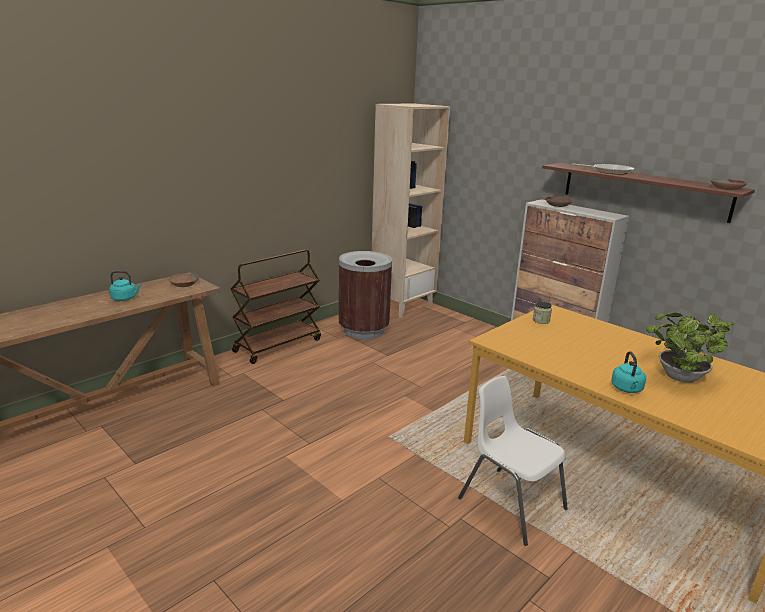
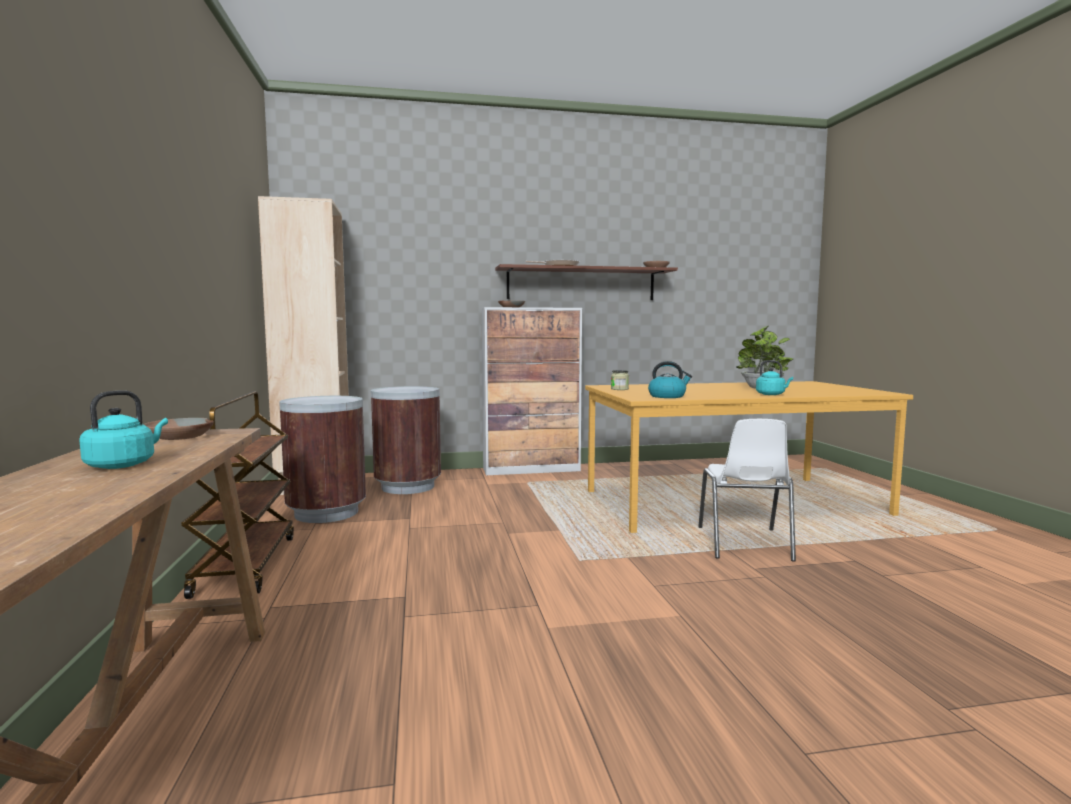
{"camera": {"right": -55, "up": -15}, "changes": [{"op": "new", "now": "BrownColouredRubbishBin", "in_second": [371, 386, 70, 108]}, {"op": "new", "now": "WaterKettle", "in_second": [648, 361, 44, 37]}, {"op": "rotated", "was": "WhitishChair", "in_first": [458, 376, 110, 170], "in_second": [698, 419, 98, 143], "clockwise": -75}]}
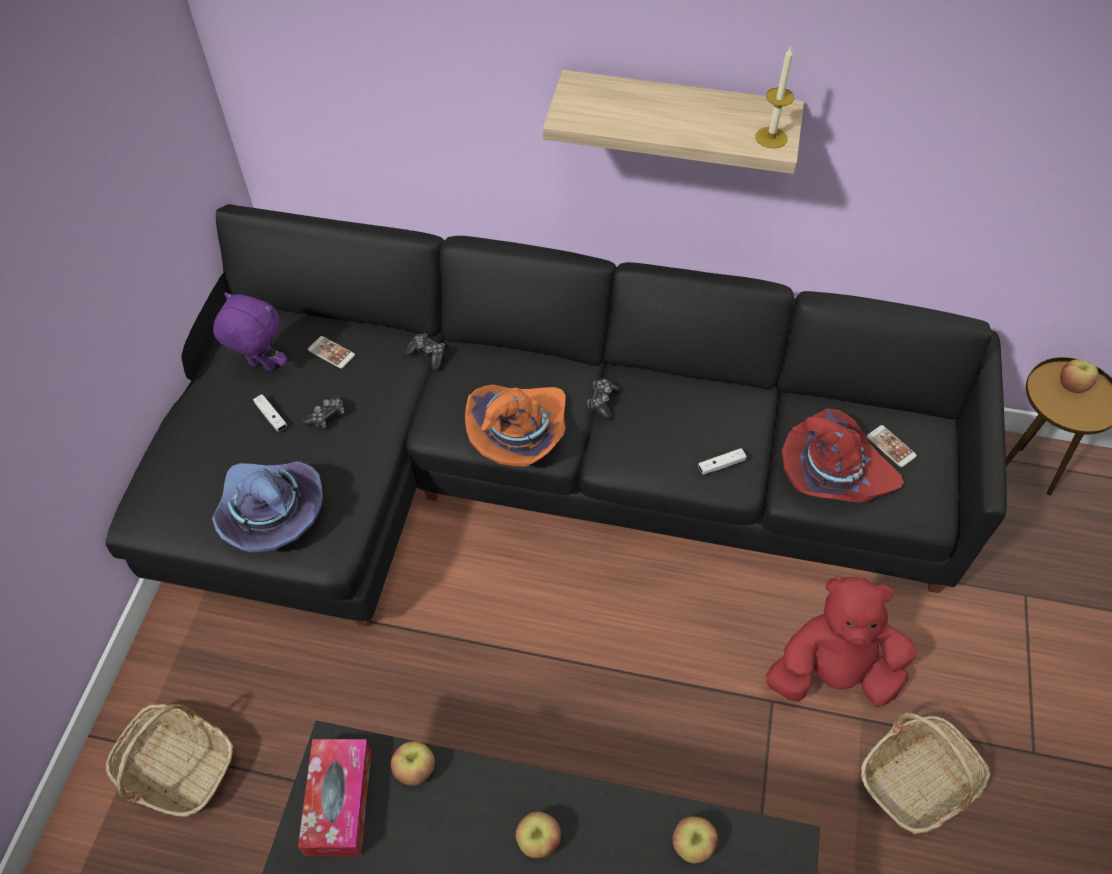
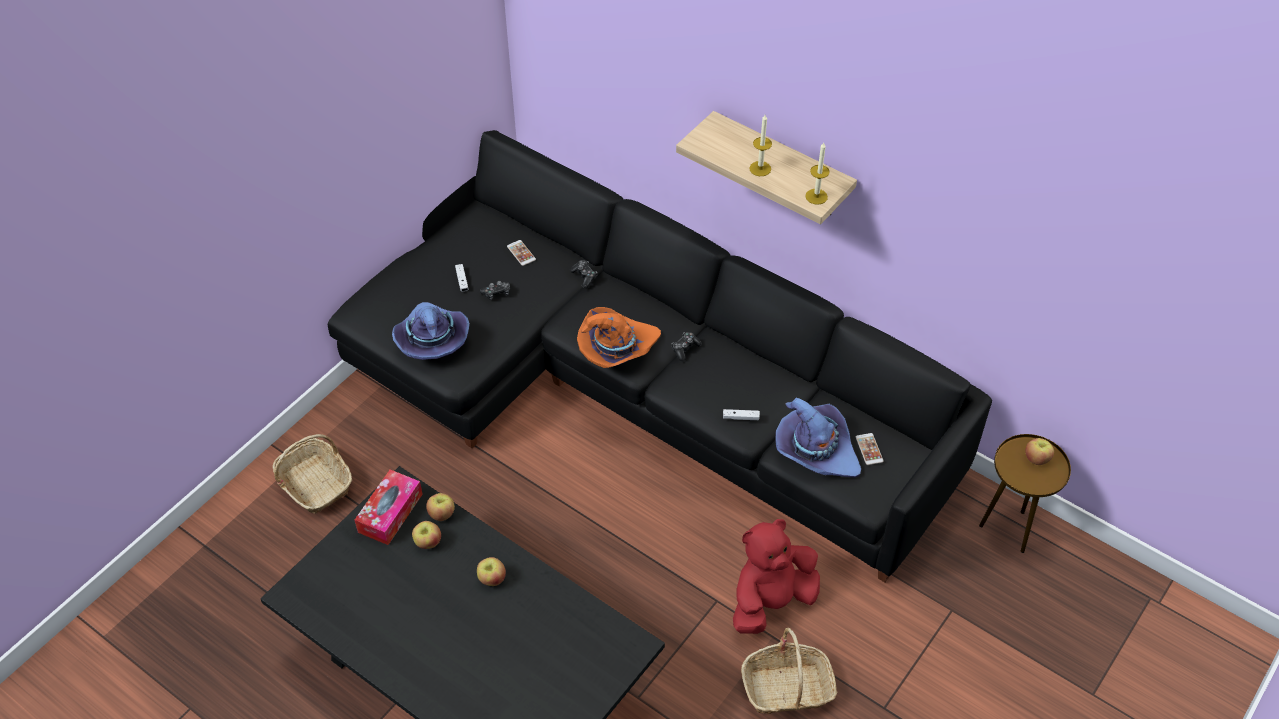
{"camera": {"right": 25, "up": -5}, "changes": [{"op": "shifted", "was": "AppleFruit", "in_first": [672, 816, 46, 48], "in_second": [412, 521, 29, 28]}, {"op": "rotated", "was": "RedColouredSoftToy", "in_first": [766, 577, 150, 130], "in_second": [733, 519, 87, 115], "clockwise": -60}, {"op": "new", "now": "Candle", "in_second": [749, 115, 23, 61]}, {"op": "repainted", "was": "RedColouredClothingHat", "now": "PurplishClothingHat", "in_first": [781, 408, 123, 95], "in_second": [775, 398, 86, 80]}, {"op": "gone", "was": "PurplishSoftToy", "in_first": [213, 292, 74, 80]}]}
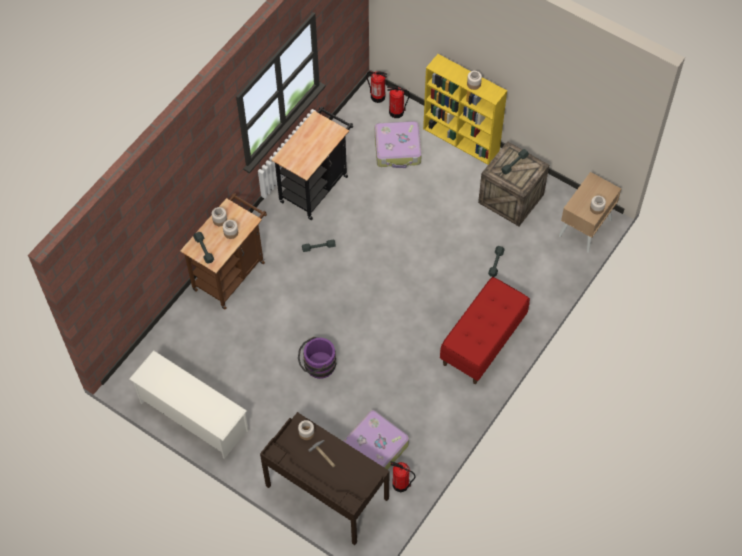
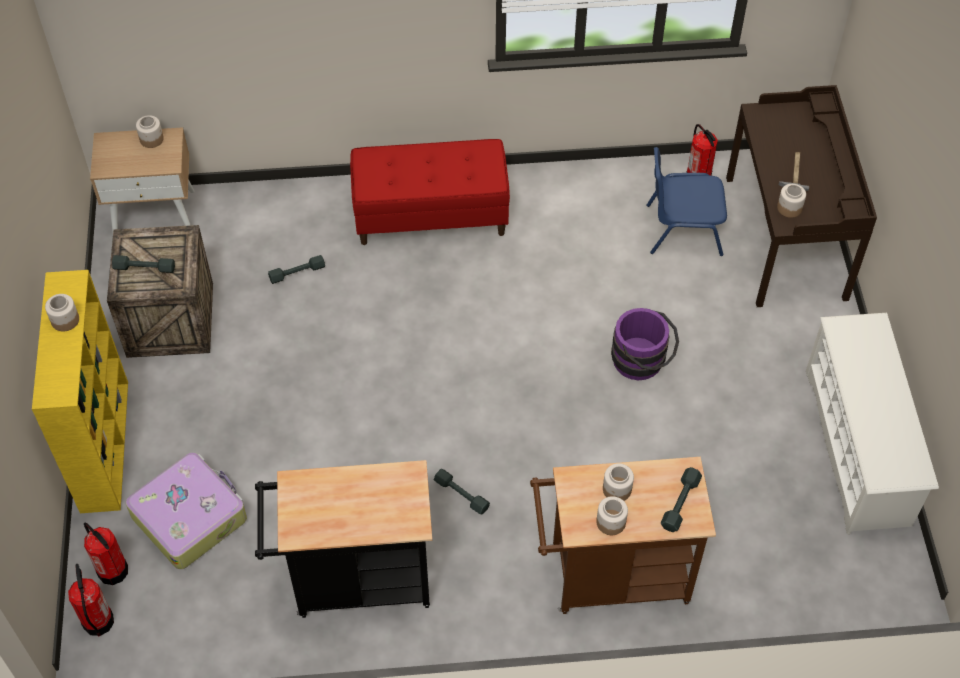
{"camera": {"right": -130, "up": -5}, "changes": [{"op": "swapped", "was": "PieceOfLuggage", "now": "BluishChair", "in_first": [343, 410, 66, 60], "in_second": [647, 147, 80, 109]}]}
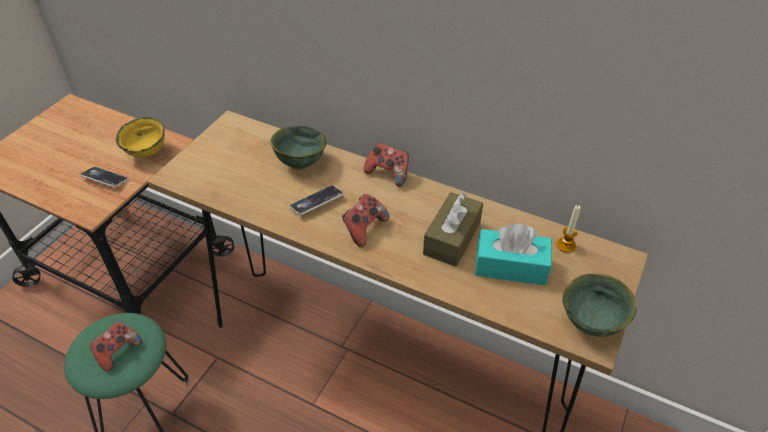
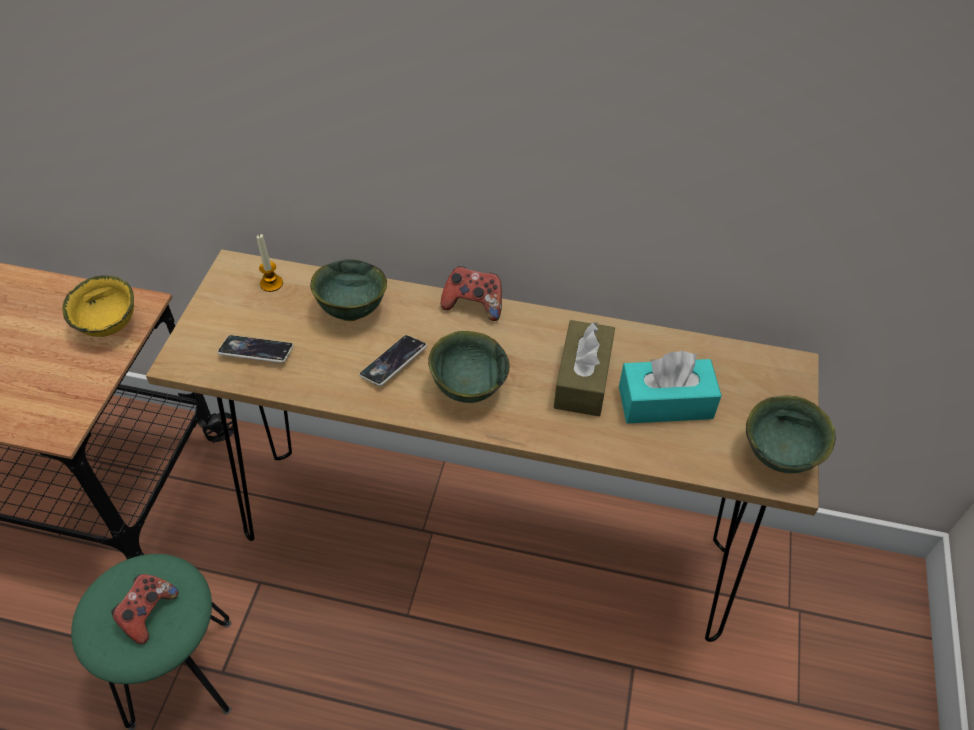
{"camera": {"right": -15, "up": 5}, "changes": [{"op": "shifted", "was": "Handset", "in_first": [80, 167, 49, 20], "in_second": [217, 335, 77, 28]}, {"op": "shifted", "was": "Candle", "in_first": [556, 205, 25, 48], "in_second": [257, 234, 26, 58]}, {"op": "swapped", "was": "Joypad", "now": "GreenishBowl", "in_first": [342, 194, 47, 53], "in_second": [428, 331, 82, 72]}]}
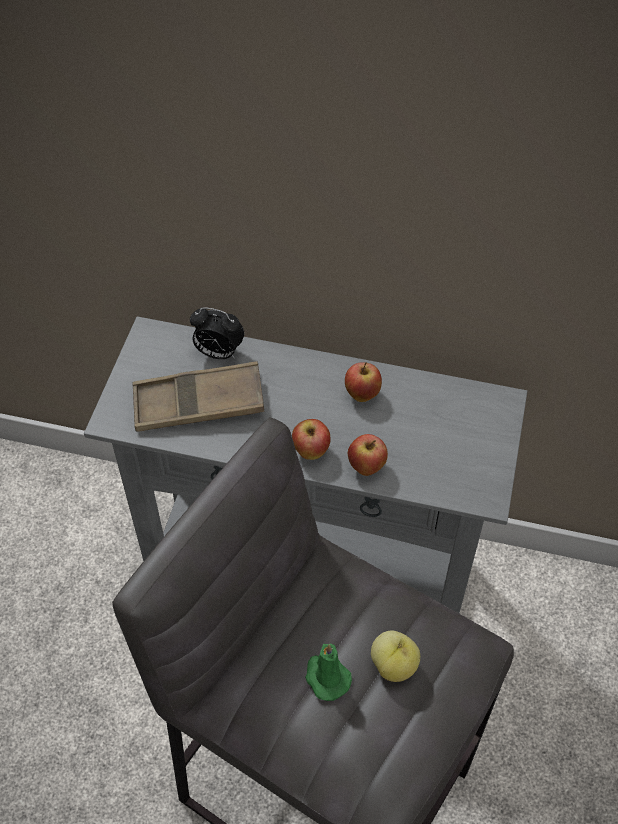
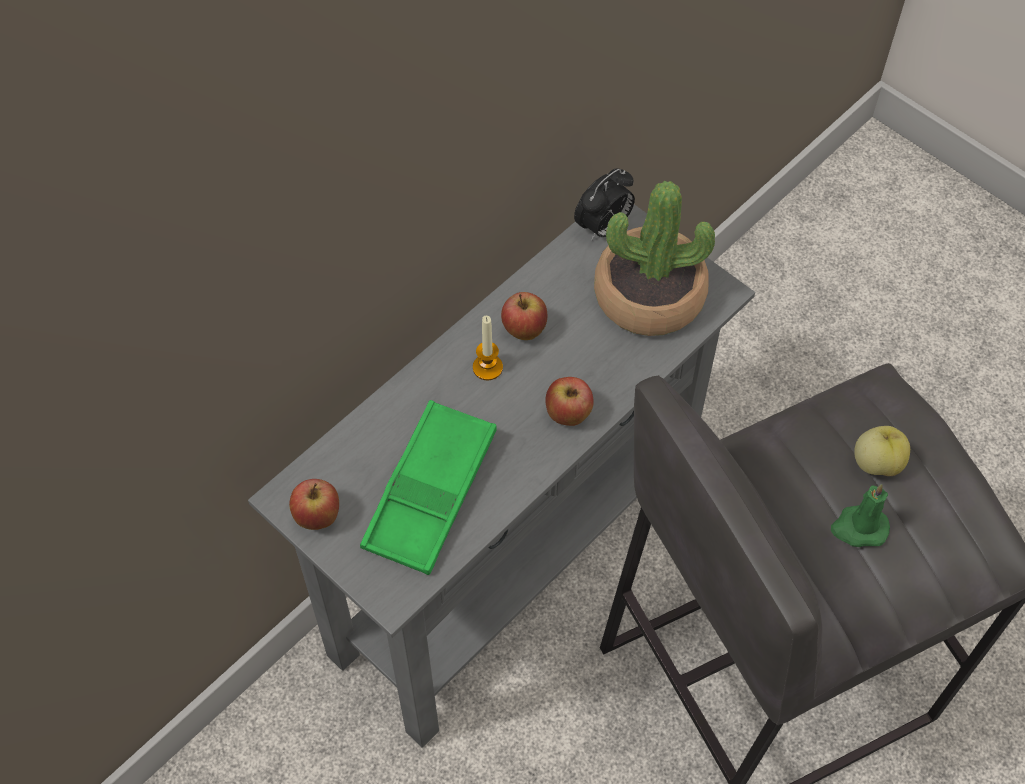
{"camera": {"right": -60, "up": 5}, "changes": [{"op": "shifted", "was": "AppleFruit", "in_first": [348, 434, 40, 42], "in_second": [289, 479, 50, 51]}, {"op": "repainted", "was": "BrownColouredTray", "now": "GreenishTray", "in_first": [132, 361, 132, 71], "in_second": [360, 400, 137, 175]}, {"op": "new", "now": "Candle", "in_second": [473, 316, 30, 65]}, {"op": "shifted", "was": "TableClock", "in_first": [190, 307, 54, 52], "in_second": [574, 168, 61, 73]}, {"op": "new", "now": "Houseplant", "in_second": [594, 181, 121, 155]}]}
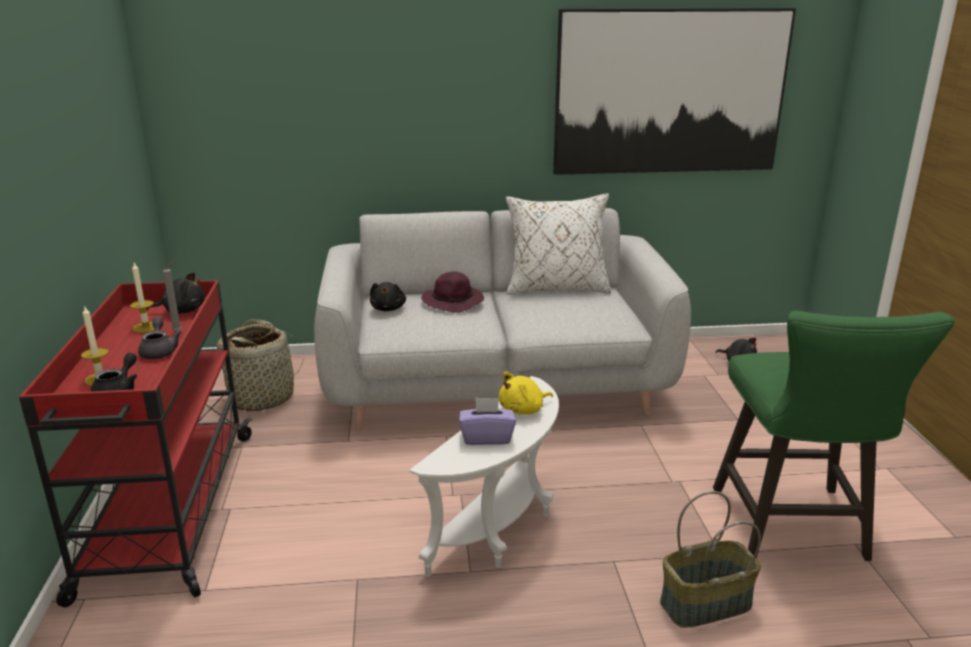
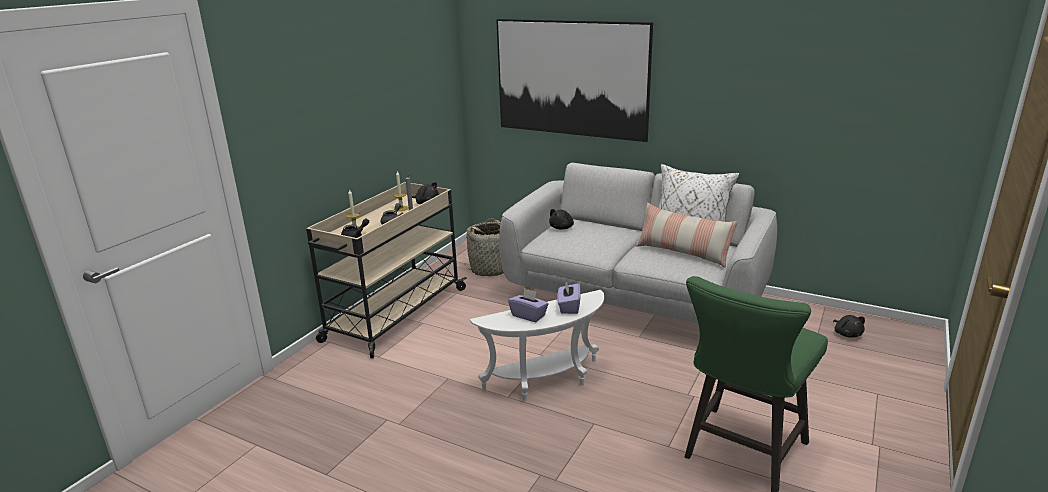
{"camera": {"right": 35, "up": 0}, "changes": [{"op": "repainted", "was": "RedColouredWheeledCart", "now": "BeigeWheeledCart", "in_first": [19, 280, 234, 327], "in_second": [306, 182, 161, 177]}, {"op": "shifted", "was": "Picture", "in_first": [553, 8, 243, 167], "in_second": [496, 19, 157, 123]}, {"op": "swapped", "was": "YellowColouredSoftToy", "now": "PurplishTissueBox", "in_first": [498, 372, 55, 43], "in_second": [557, 281, 24, 33]}, {"op": "new", "now": "ThrowPillow", "in_second": [636, 203, 102, 65]}, {"op": "gone", "was": "PurplishClothingHat", "in_first": [421, 271, 63, 42]}, {"op": "gone", "was": "Basket", "in_first": [660, 491, 101, 137]}]}
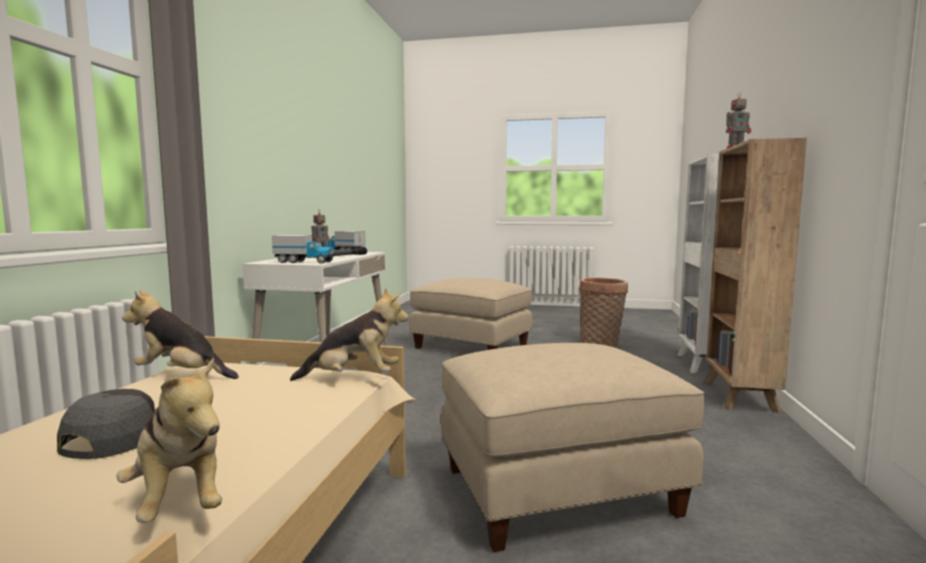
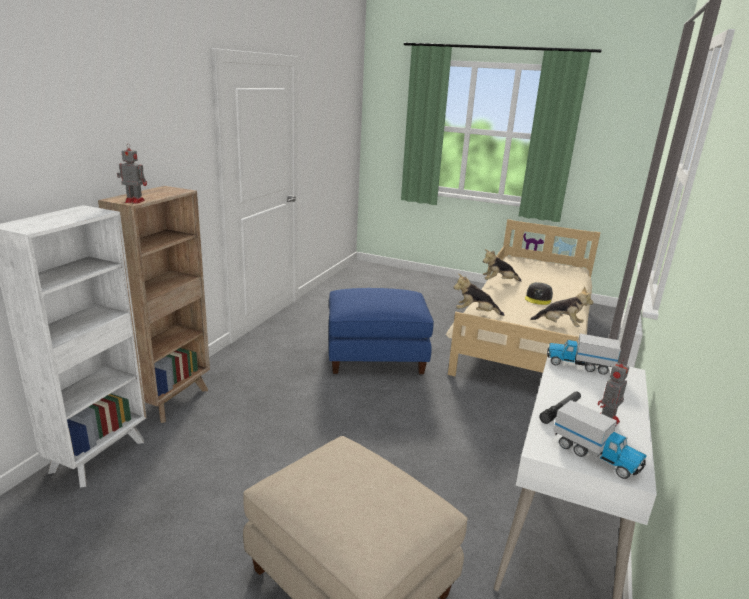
{"camera": {"right": -170, "up": 15}, "changes": [{"op": "repainted", "was": "BeigeOttoman", "now": "BluishOttoman", "in_first": [441, 343, 263, 209], "in_second": [329, 288, 105, 86]}, {"op": "rotated", "was": "SoftToy", "in_first": [116, 357, 106, 166], "in_second": [483, 249, 38, 33], "clockwise": -75}, {"op": "gone", "was": "Basket", "in_first": [579, 278, 49, 69]}]}
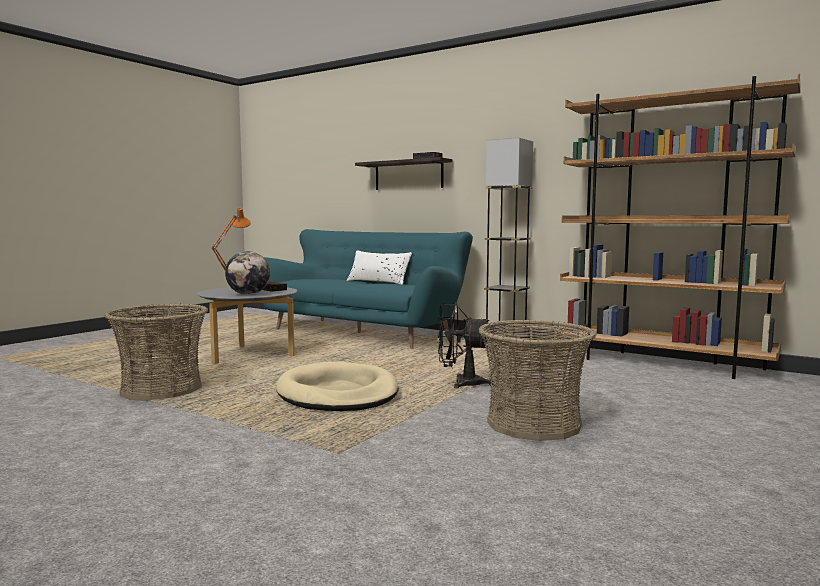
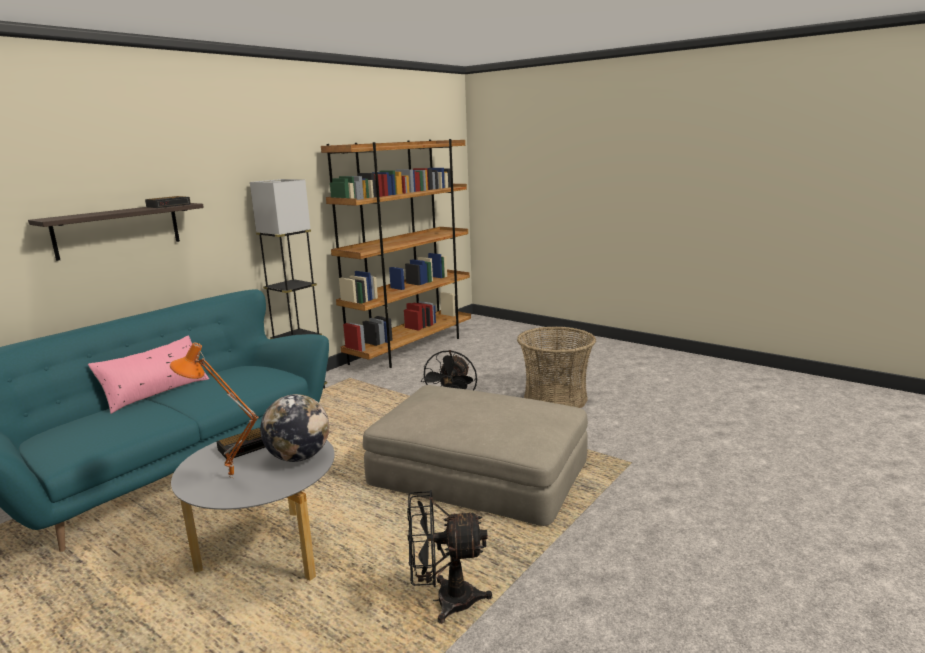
{"camera": {"right": -85, "up": 10}, "changes": [{"op": "repainted", "was": "WhitishThrowPillow", "now": "PinkThrowPillow", "in_first": [347, 250, 65, 35], "in_second": [88, 335, 121, 79]}, {"op": "swapped", "was": "BeigeDogBed", "now": "BeigeOttoman", "in_first": [276, 361, 123, 50], "in_second": [363, 385, 225, 141]}, {"op": "swapped", "was": "Basket", "now": "BlackElectricFan", "in_first": [104, 304, 104, 97], "in_second": [407, 490, 85, 134]}]}
